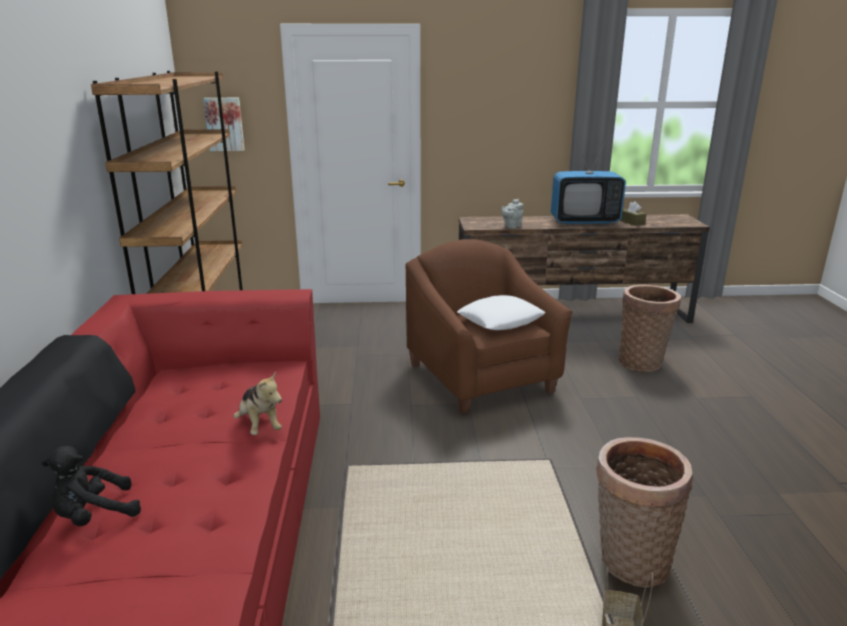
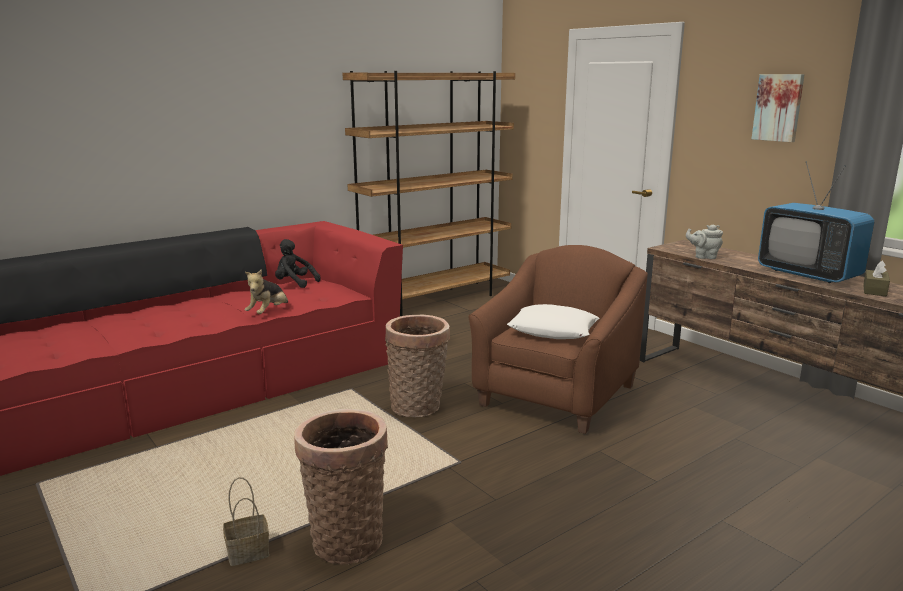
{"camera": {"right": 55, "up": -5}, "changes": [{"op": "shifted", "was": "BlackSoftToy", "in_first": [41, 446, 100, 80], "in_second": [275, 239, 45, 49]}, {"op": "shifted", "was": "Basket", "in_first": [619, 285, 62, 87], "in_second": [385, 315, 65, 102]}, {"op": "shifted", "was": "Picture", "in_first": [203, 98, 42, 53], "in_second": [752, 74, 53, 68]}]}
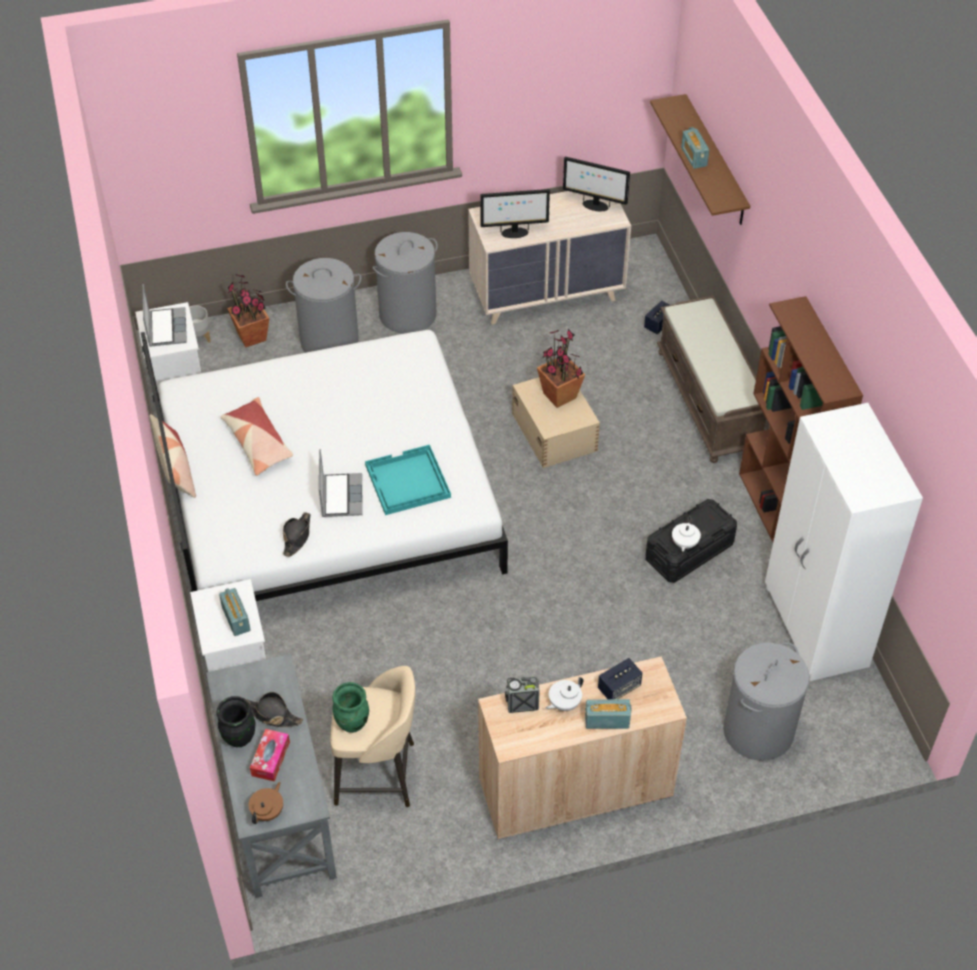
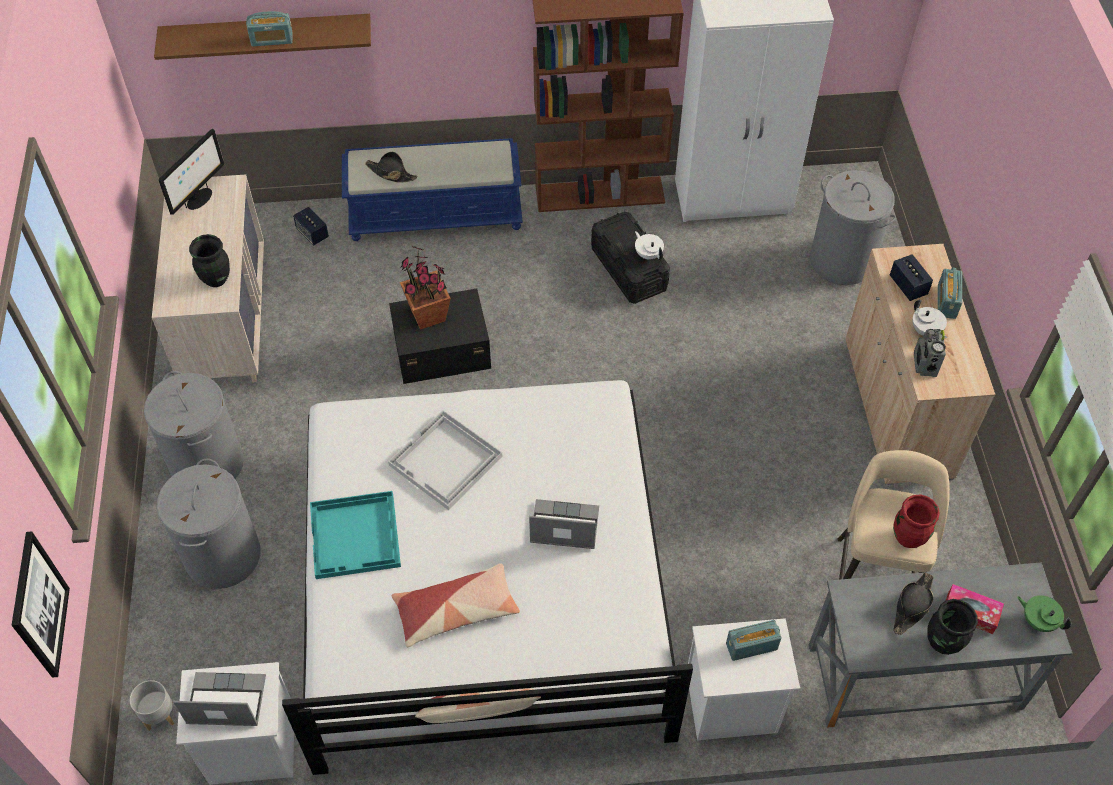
{"camera": {"right": -80, "up": 5}, "changes": [{"op": "new", "now": "Picture", "in_second": [12, 531, 58, 147]}, {"op": "swapped", "was": "Monitor", "now": "BlackVase", "in_first": [480, 189, 70, 49], "in_second": [189, 234, 41, 53]}, {"op": "shifted", "was": "TurquoiseColouredTray", "in_first": [365, 445, 86, 70], "in_second": [310, 491, 91, 88]}, {"op": "repainted", "was": "BrownColouredIndoorBench", "now": "BluishIndoorBench", "in_first": [657, 295, 109, 168], "in_second": [342, 138, 181, 103]}, {"op": "shifted", "was": "BlackClothingHat", "in_first": [283, 512, 27, 45], "in_second": [365, 152, 52, 31]}, {"op": "new", "now": "WhitishTray", "in_second": [388, 410, 114, 100]}, {"op": "repainted", "was": "BeigeStorageContainer", "now": "BlackStorageContainer", "in_first": [512, 377, 88, 91], "in_second": [389, 288, 102, 96]}, {"op": "rotated", "was": "WhitishTeapot", "in_first": [672, 516, 29, 36], "in_second": [635, 231, 29, 29], "clockwise": -150}, {"op": "repainted", "was": "GreenishVase", "now": "RedColouredVase", "in_first": [332, 682, 37, 51], "in_second": [893, 495, 47, 53]}, {"op": "repainted", "was": "BrownColouredTeapot", "now": "GreenishTeapot", "in_first": [249, 782, 34, 42], "in_second": [1017, 595, 54, 37]}, {"op": "gone", "was": "Houseplant", "in_first": [227, 274, 42, 74]}]}
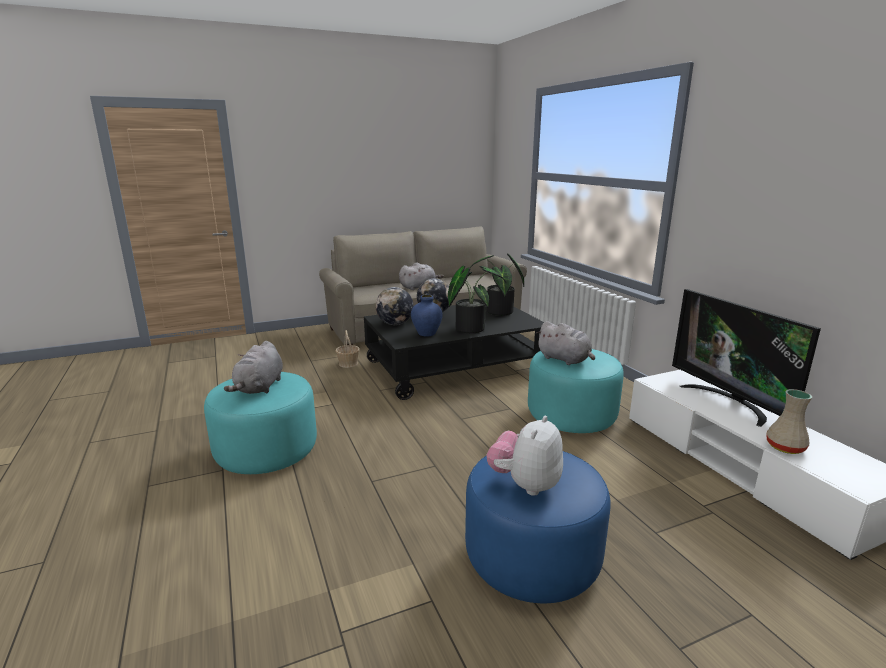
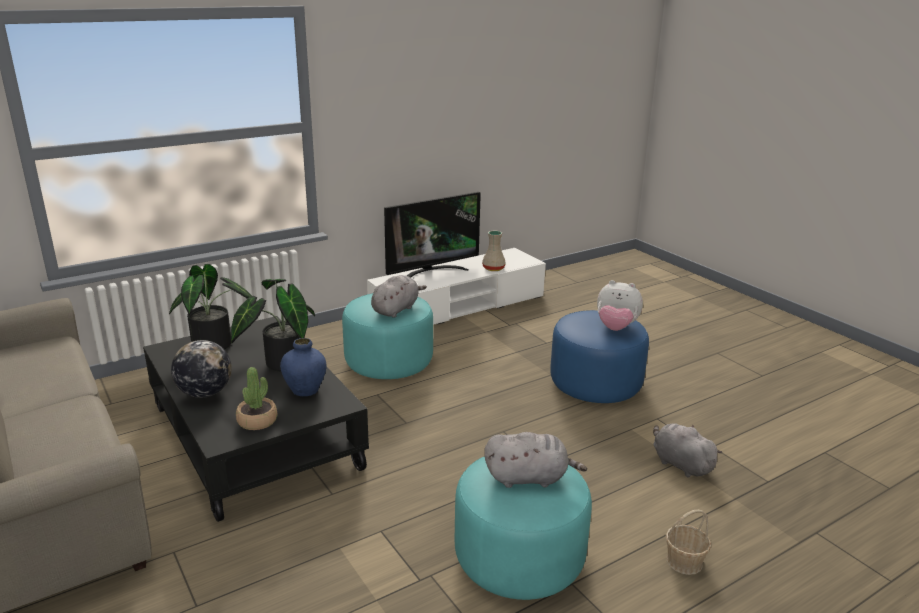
{"camera": {"right": -100, "up": 5}, "changes": [{"op": "swapped", "was": "Globe", "now": "Houseplant", "in_first": [376, 287, 38, 38], "in_second": [236, 367, 41, 63]}, {"op": "shifted", "was": "GreySoftToy", "in_first": [399, 263, 45, 27], "in_second": [653, 423, 69, 55]}, {"op": "shifted", "was": "Basket", "in_first": [335, 330, 25, 38], "in_second": [666, 510, 45, 65]}]}
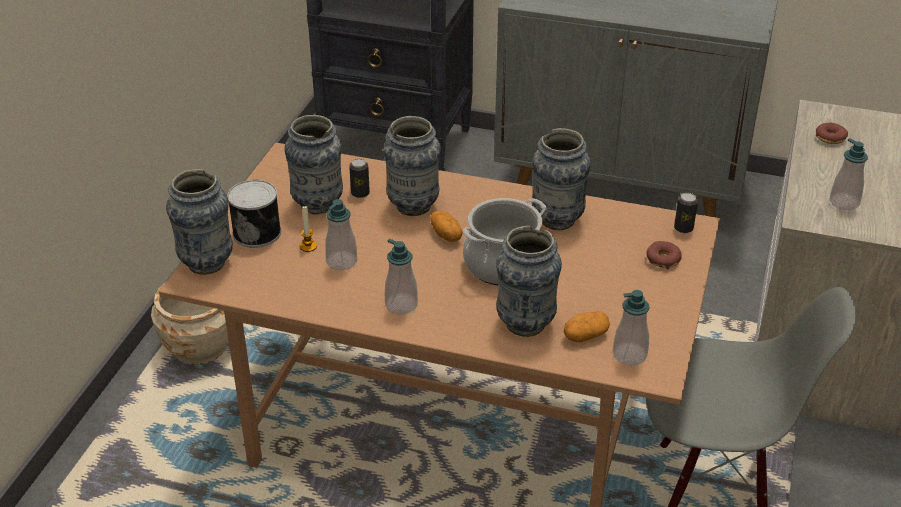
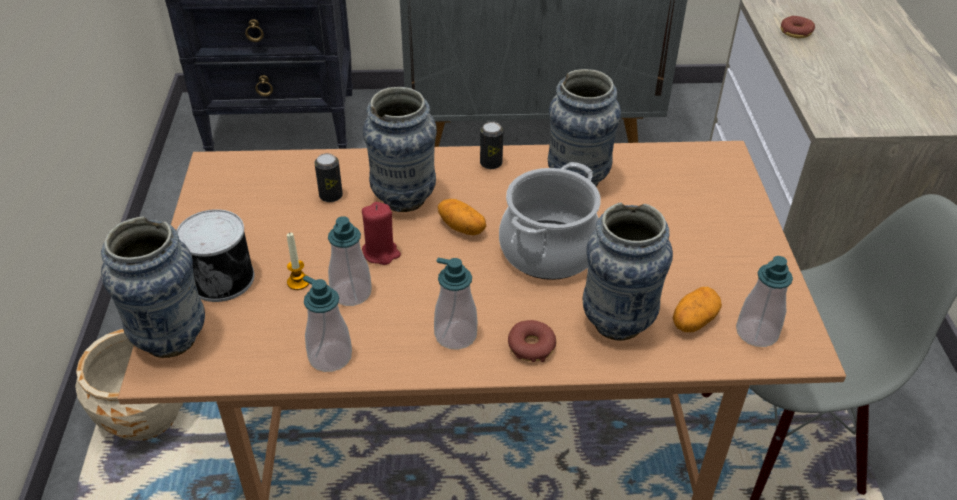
{"camera": {"right": -20, "up": 5}, "changes": [{"op": "shifted", "was": "LiquidSoapBottle", "in_first": [830, 138, 38, 72], "in_second": [303, 275, 49, 97]}, {"op": "new", "now": "RedColouredCandle", "in_second": [362, 202, 39, 63]}, {"op": "shifted", "was": "MetalCan", "in_first": [674, 193, 24, 40], "in_second": [480, 122, 23, 47]}, {"op": "shifted", "was": "Doughnut", "in_first": [646, 241, 36, 28], "in_second": [508, 320, 48, 42]}, {"op": "gone", "was": "Vase", "in_first": [284, 115, 59, 100]}]}
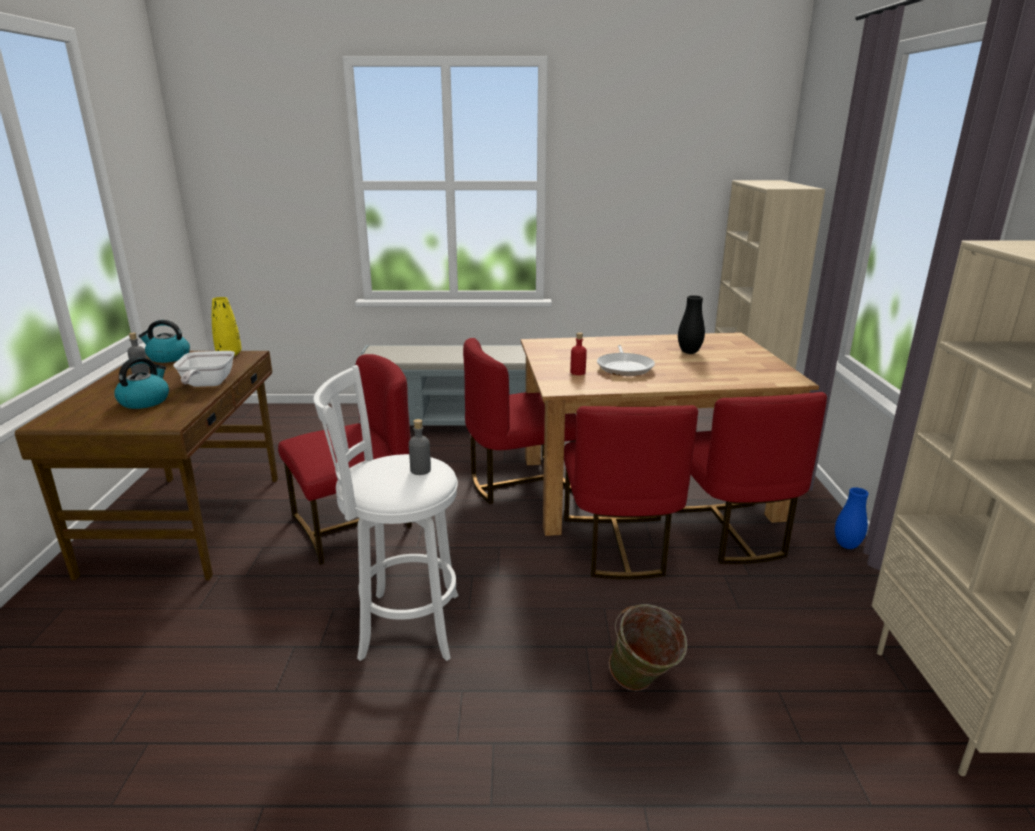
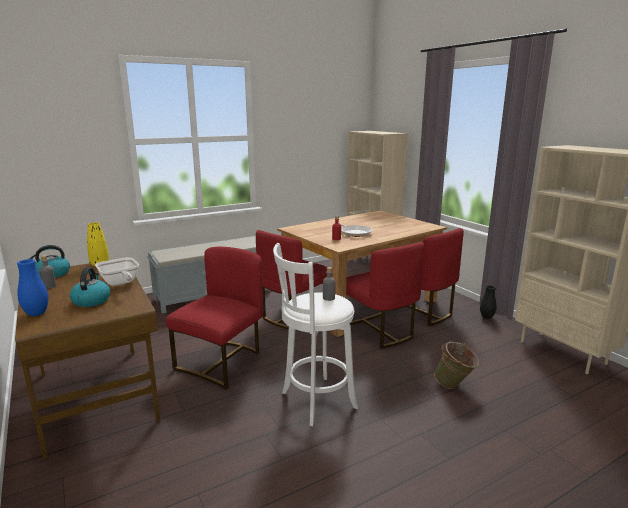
{"camera": {"right": -30, "up": -5}, "changes": [{"op": "shifted", "was": "BluishVase", "in_first": [835, 487, 34, 62], "in_second": [17, 259, 31, 57]}, {"op": "shifted", "was": "BlackVase", "in_first": [678, 295, 27, 59], "in_second": [480, 285, 17, 34]}]}
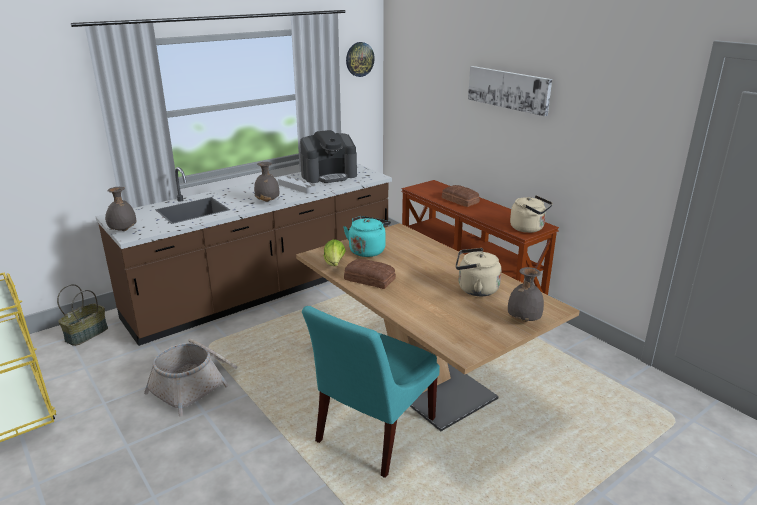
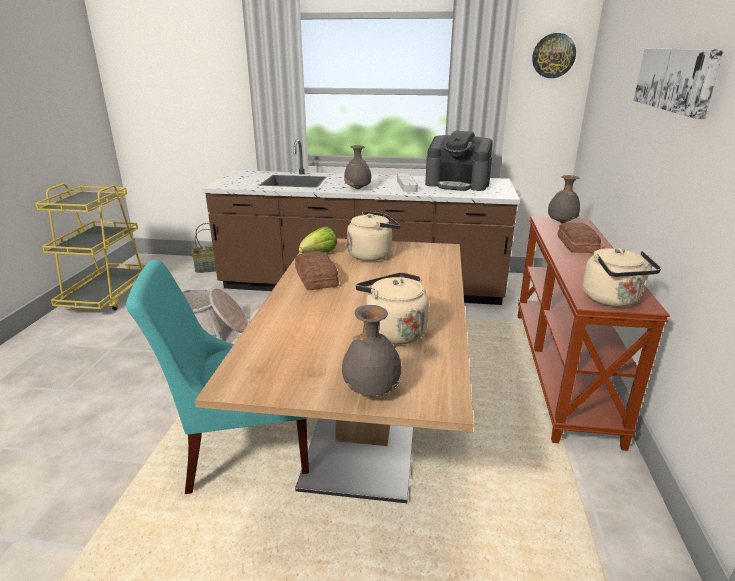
{"camera": {"right": 45, "up": 0}, "changes": [{"op": "repainted", "was": "TurquoiseColouredWaterKettle", "now": "BeigeWaterKettle", "in_first": [343, 216, 48, 41], "in_second": [347, 211, 53, 50]}, {"op": "shifted", "was": "GreyVase", "in_first": [105, 187, 32, 44], "in_second": [548, 175, 32, 49]}]}
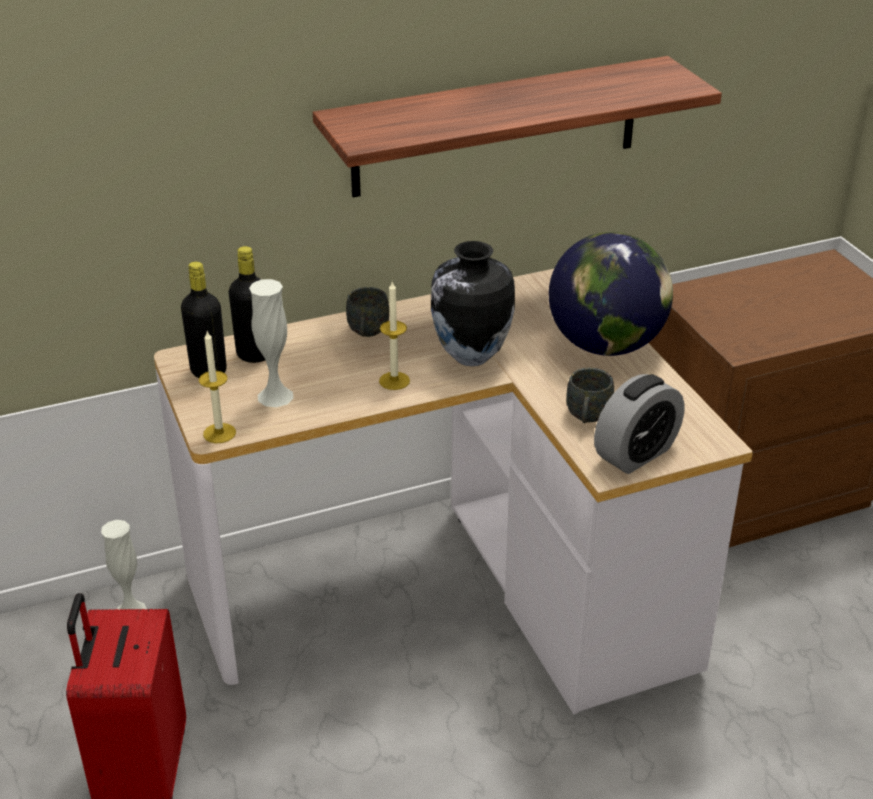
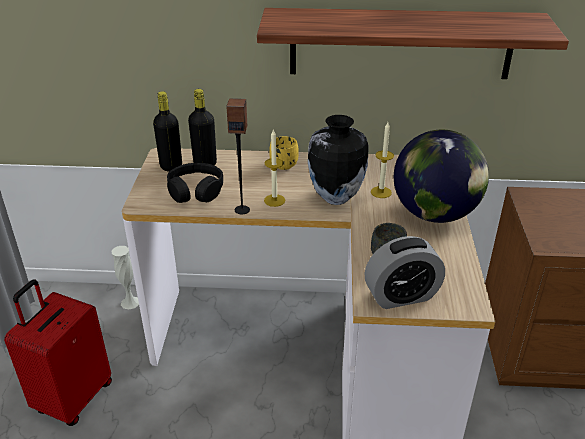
{"camera": {"right": 25, "up": 0}, "changes": [{"op": "swapped", "was": "WhitishVase", "now": "BlackHeadset", "in_first": [249, 279, 45, 128], "in_second": [167, 163, 56, 40]}, {"op": "new", "now": "Loudspeaker", "in_second": [226, 98, 24, 116]}, {"op": "repainted", "was": "GreyCoffeeMug", "now": "YellowColouredCoffeeMug", "in_first": [346, 287, 43, 50], "in_second": [269, 136, 30, 34]}, {"op": "shifted", "was": "Candle", "in_first": [199, 331, 37, 112], "in_second": [371, 122, 23, 76]}]}
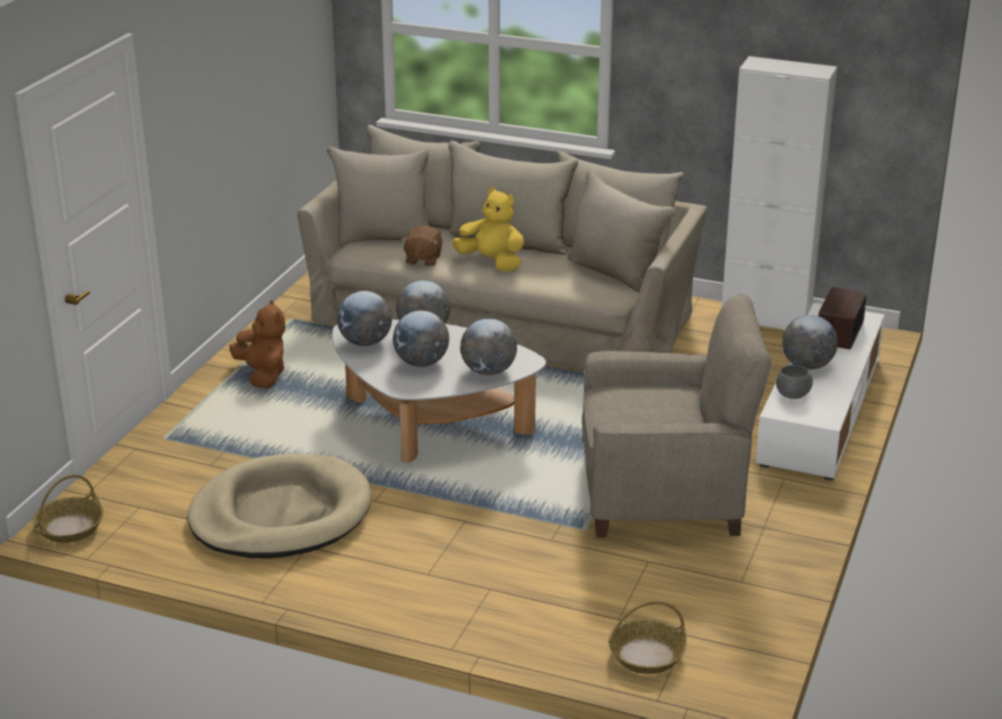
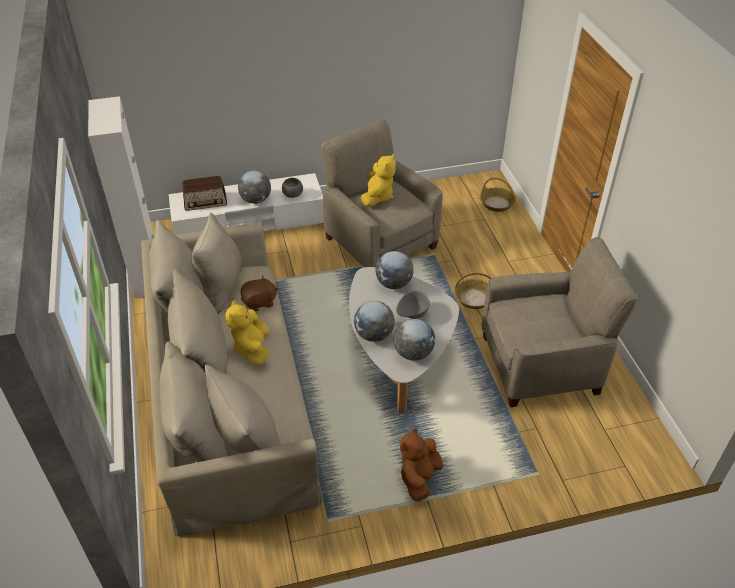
{"camera": {"right": -125, "up": 15}, "changes": [{"op": "shifted", "was": "BrownColouredSoftToy", "in_first": [401, 225, 41, 42], "in_second": [240, 276, 38, 36]}, {"op": "new", "now": "YellowColouredSoftToy", "in_second": [361, 153, 35, 54]}, {"op": "swapped", "was": "Globe", "now": "GreyBowl", "in_first": [393, 311, 56, 56], "in_second": [396, 291, 34, 28]}, {"op": "shifted", "was": "Basket", "in_first": [32, 475, 72, 68], "in_second": [454, 273, 37, 36]}, {"op": "swapped", "was": "BeigeDogBed", "now": "BeigeLoungeChair", "in_first": [187, 453, 184, 105], "in_second": [481, 237, 157, 170]}]}
